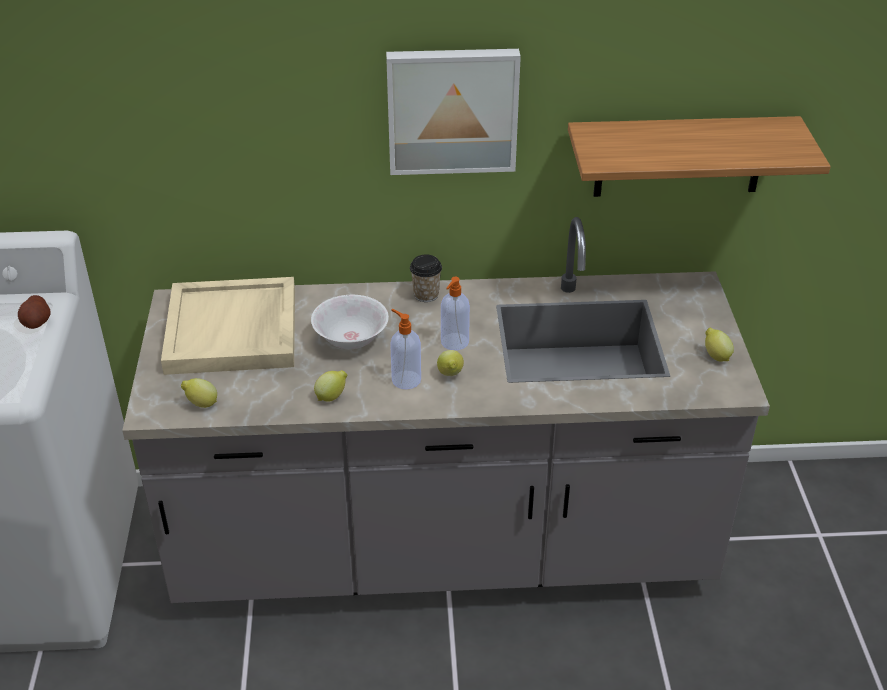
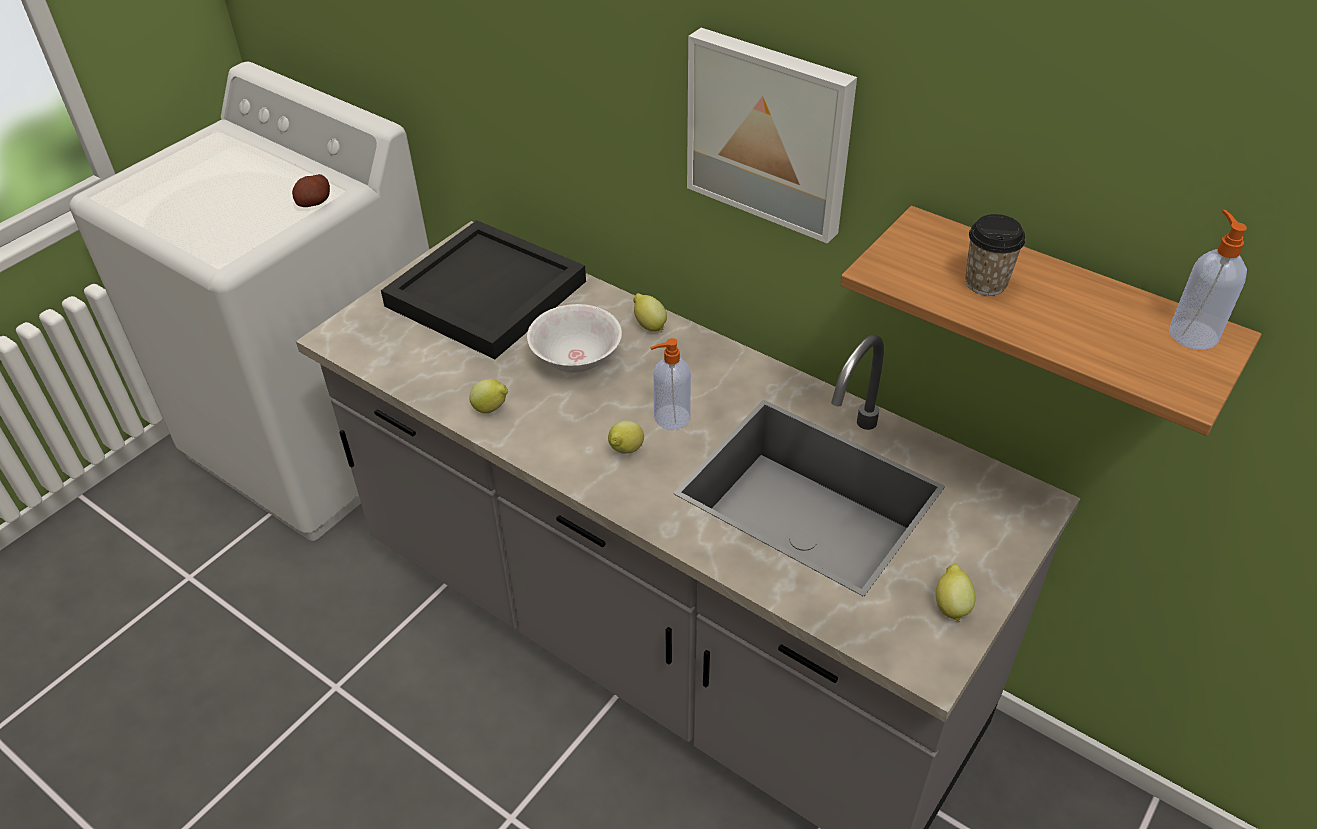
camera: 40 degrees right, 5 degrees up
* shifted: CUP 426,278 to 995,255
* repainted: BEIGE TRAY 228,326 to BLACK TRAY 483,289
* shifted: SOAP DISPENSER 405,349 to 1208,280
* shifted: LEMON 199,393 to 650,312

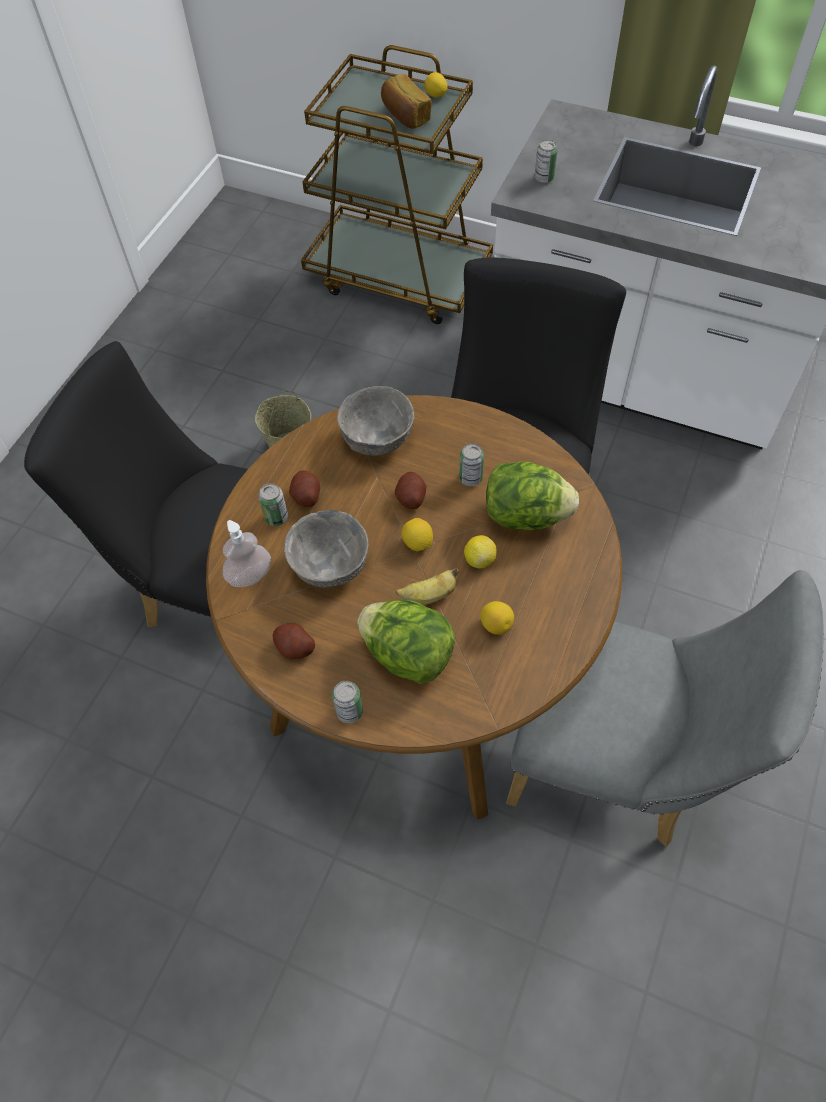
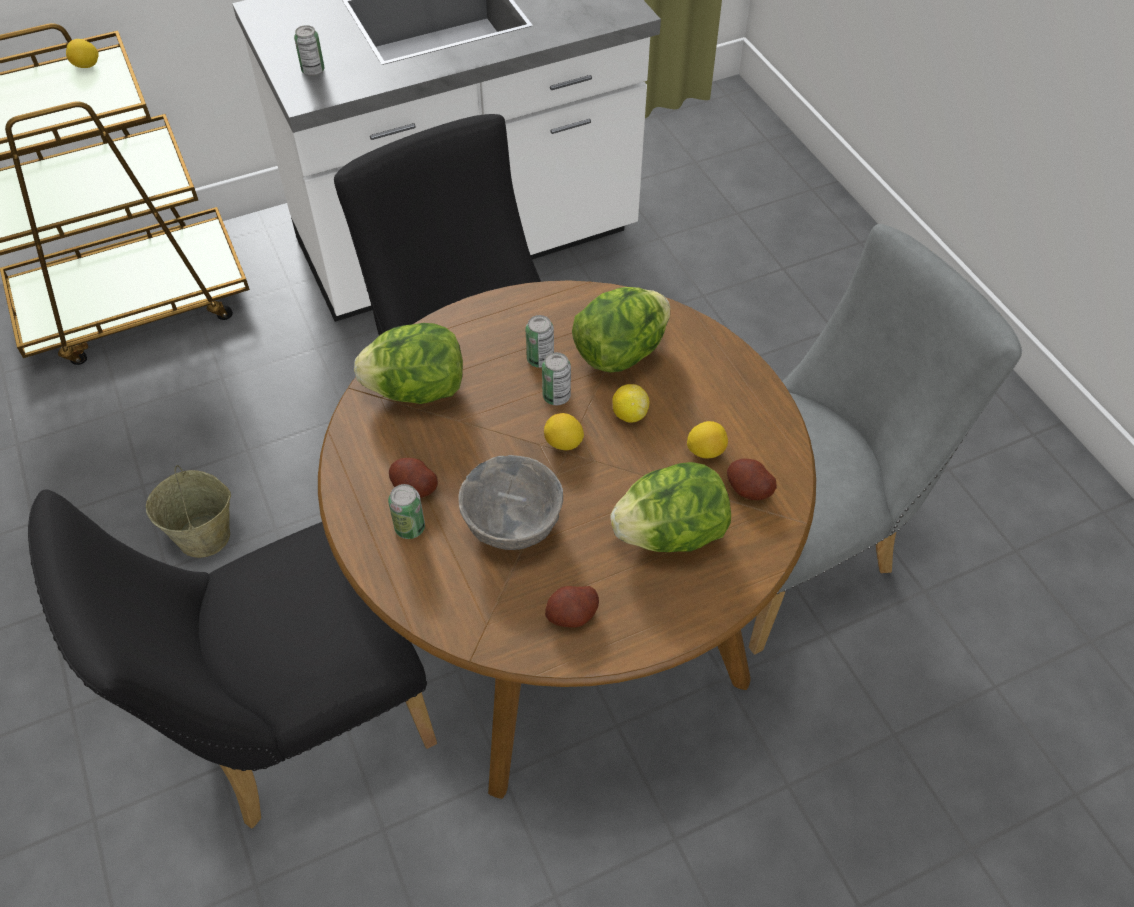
camera: 50 degrees left, 5 degrees down
* gone: BREAD 406,101
* swapped: GREY BOWL 375,421 to LETTUCE 408,363
* shifted: POTATO 410,490 to 752,479
* gone: SOAP DISPENSER 247,553
* gone: BANANA 427,586
* shifted: CAN 347,702 to 556,378

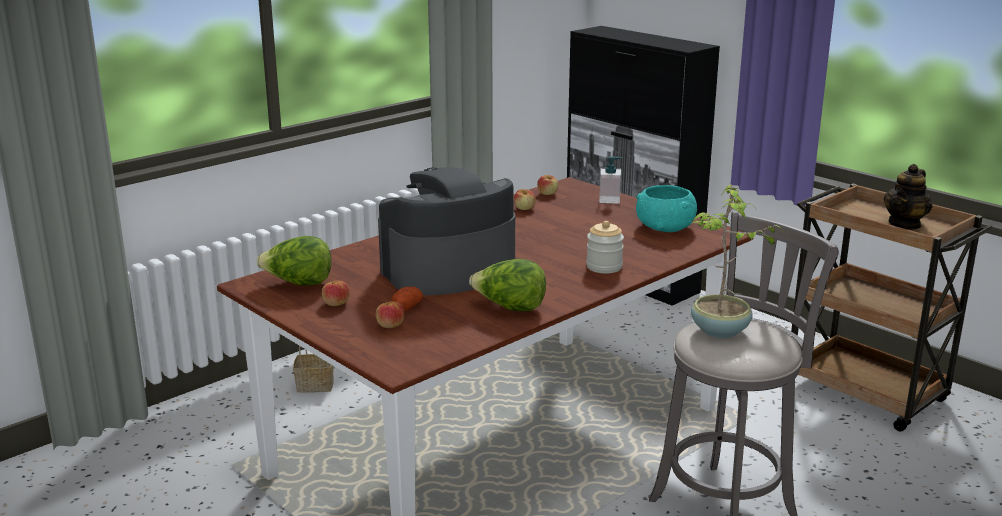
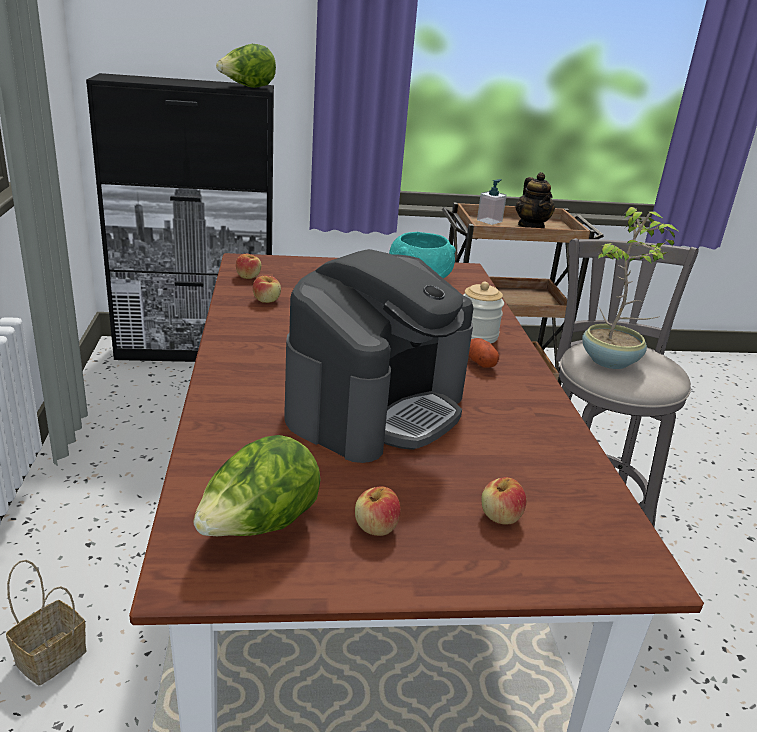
camera: 55 degrees left, 5 degrees up
* shifted: SOAP DISPENSER 610,180 to 492,202
* rotated: COFFEE MACHINE 446,231 = 378,356 150 degrees counterclockwise
* shifted: LETTUCE 507,285 to 246,66
* shifted: POTATO 407,298 to 484,353

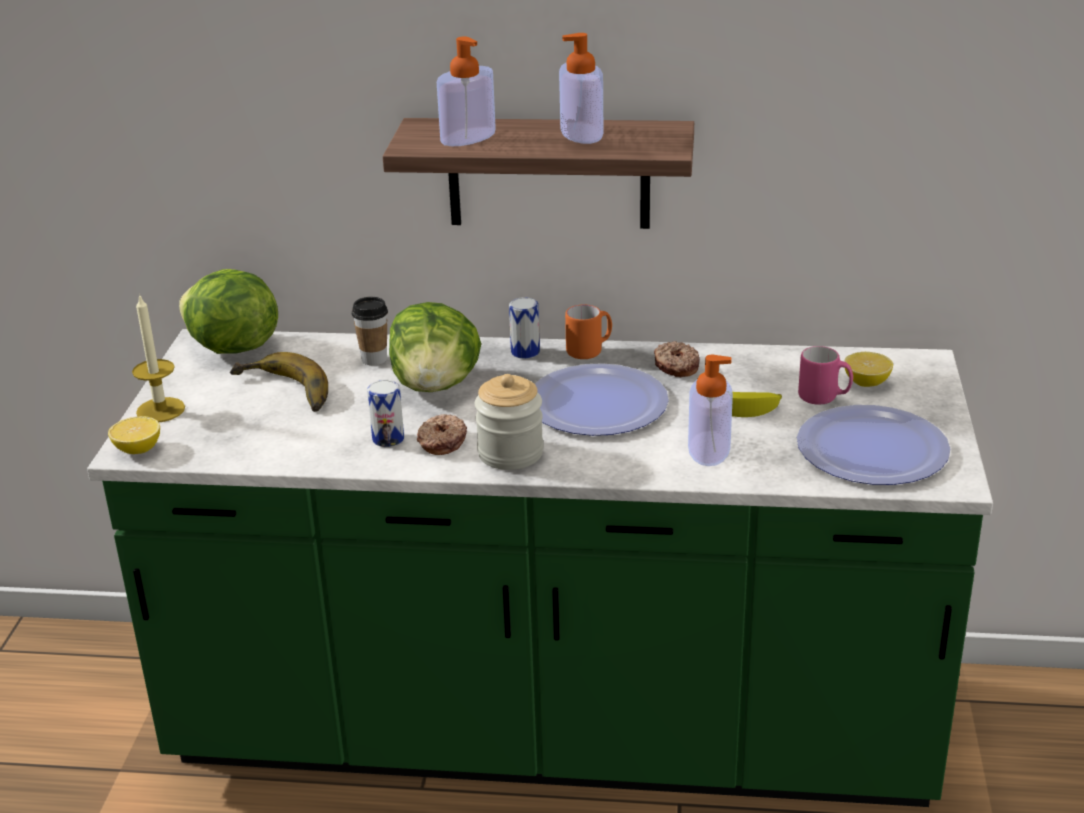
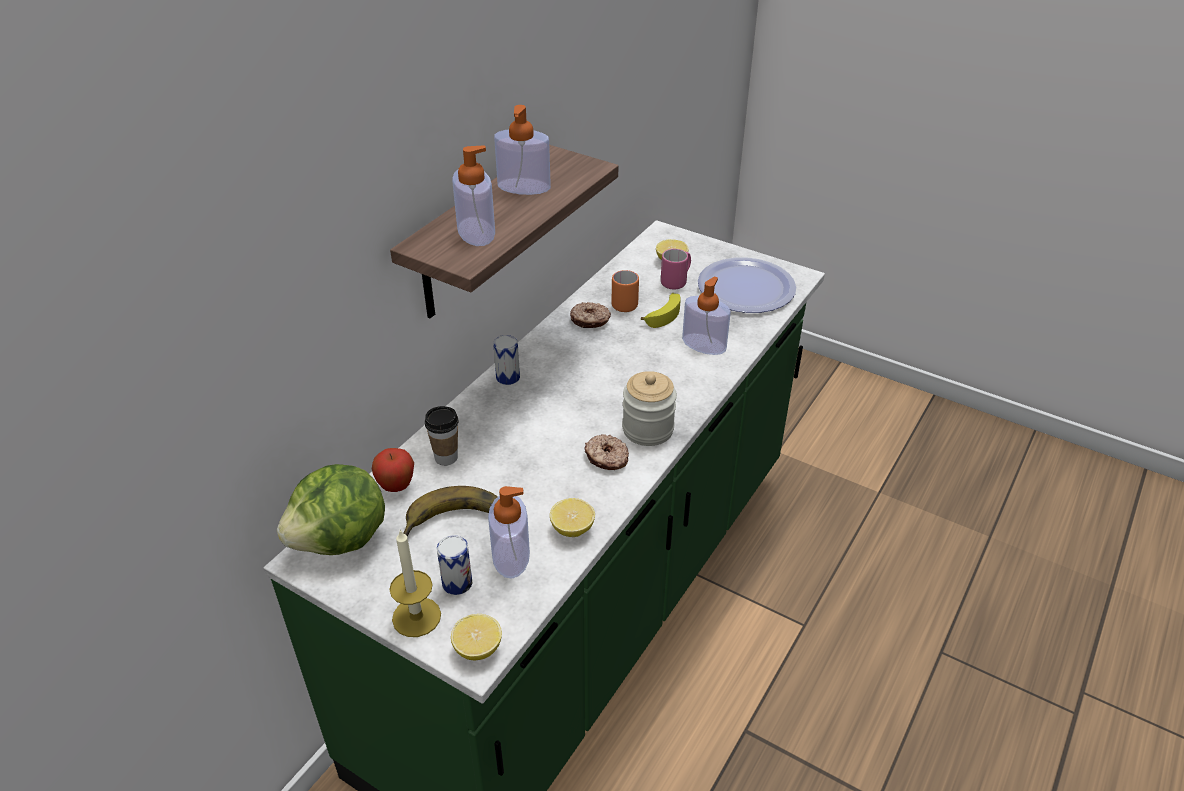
camera: 65 degrees left, 10 degrees up
* gone: LETTUCE 435,347
* shifted: ORANGE MUG 588,332 to 625,291
* gone: PLATE 602,399
* shifted: CAN 385,413 to 454,565
* new: APPLE 393,470
* new: SOAP DISPENSER 509,532
* new: LEMON 572,517

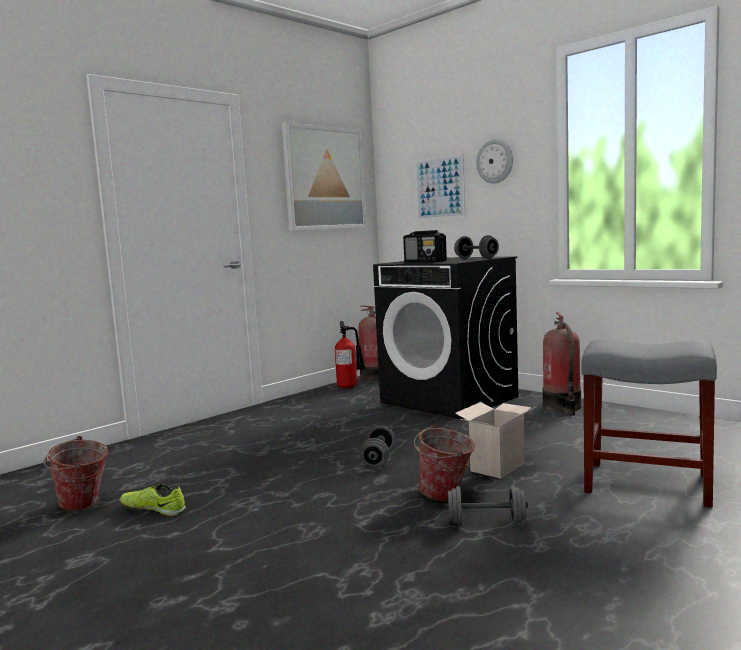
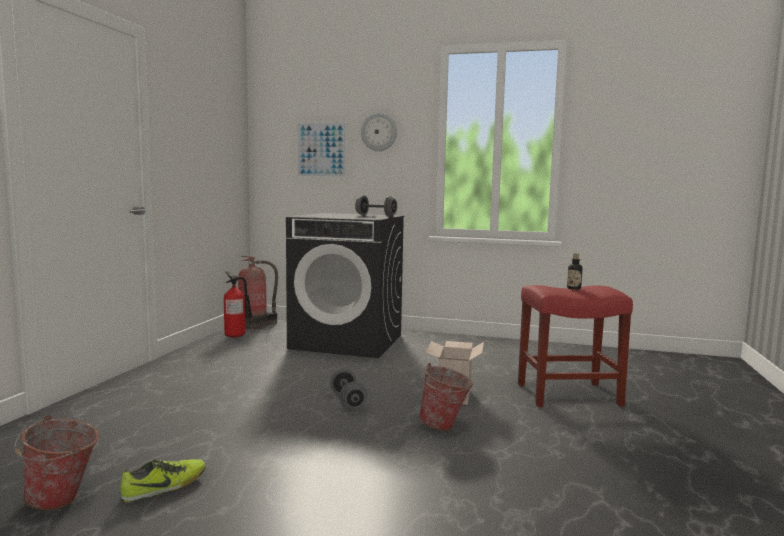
camera: 30 degrees left, 0 degrees up
* gone: PICTURE 324,176
* gone: RADIO 425,246
* gone: FIRE EXTINGUISHER 562,364
* repainted: GREY STOOL 649,423 to RED STOOL 575,346
* rotated: SHOE 153,500 = 163,481 150 degrees clockwise
* gone: GREY DUMBBELL 486,505
* new: BOTTLE 574,272

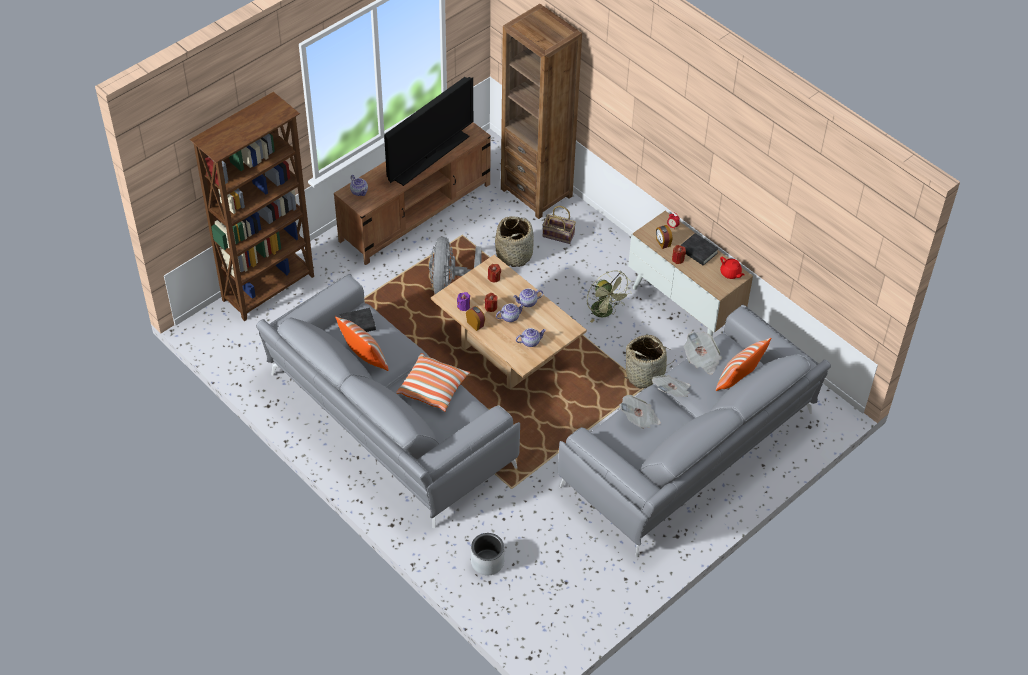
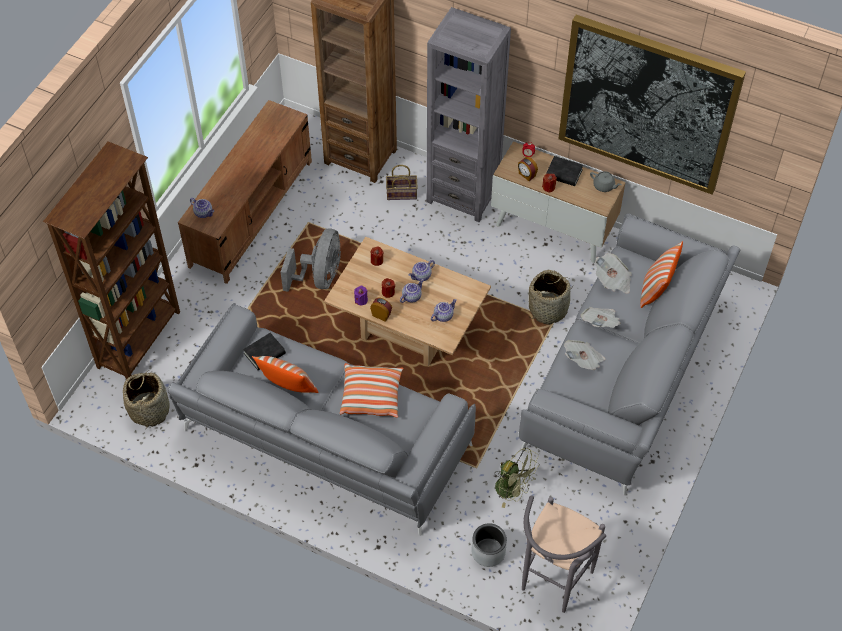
camera: 20 degrees left, 5 degrees up
* gone: TELEVISION 428,131
* shifted: BASKET 514,241 to 146,399
* rotated: GREY FAN 455,265 = 311,260 150 degrees counterclockwise
* repainted: RED TEAPOT 732,268 to GREY TEAPOT 606,181
* shifted: GREEN FAN 609,296 to 517,477
* new: GREY BOOKCASE 469,114
* new: PICTURE 652,104
* new: GREY STOOL 564,554

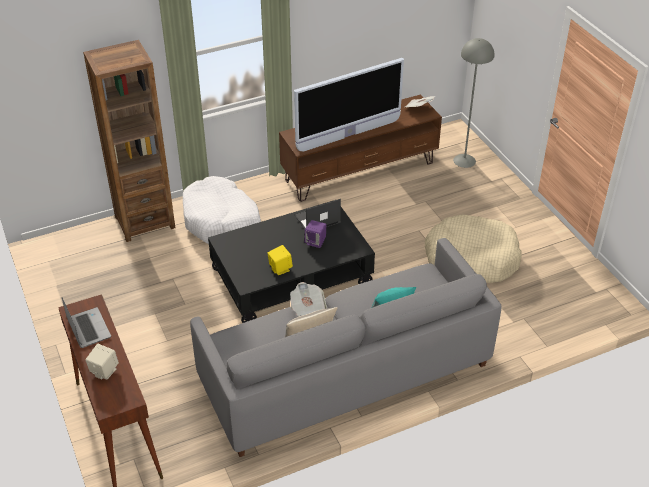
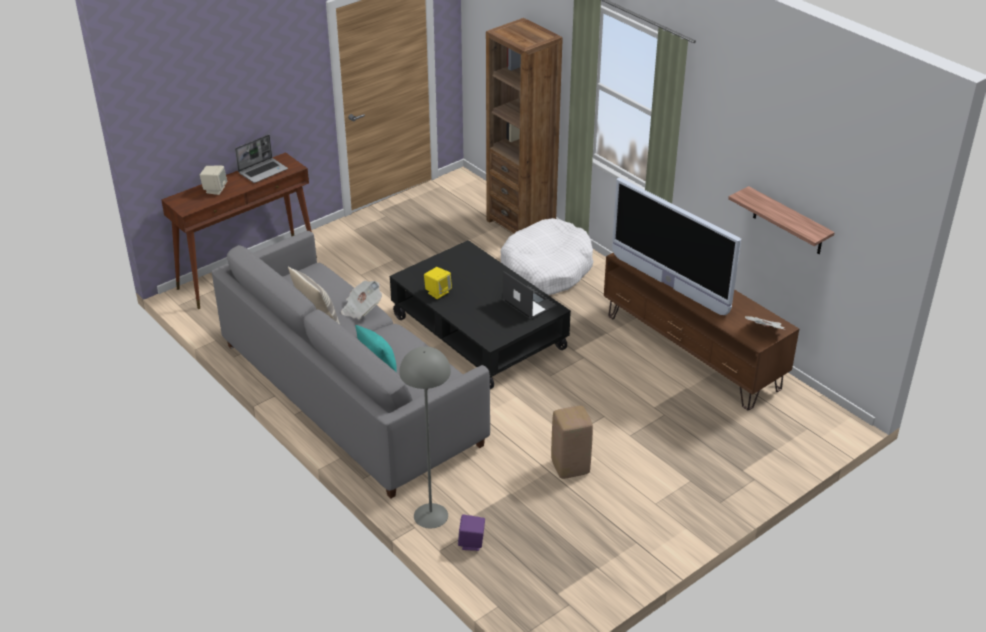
camera: 75 degrees right, 5 degrees down
* shifted: GREY FLOOR LAMP 473,103 to 425,437
* swapped: BEIGE DOG BED 473,248 to BEIGE STOOL 572,442
* shifted: PURPLE SPEAKER 315,234 to 471,533
* new: SHELF 781,220

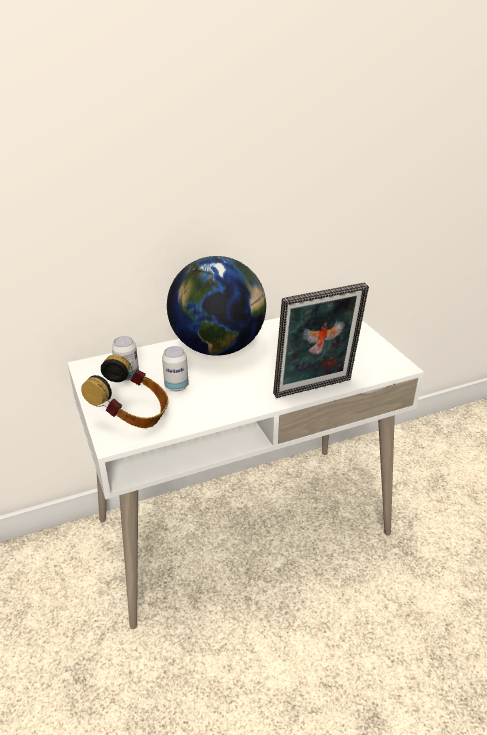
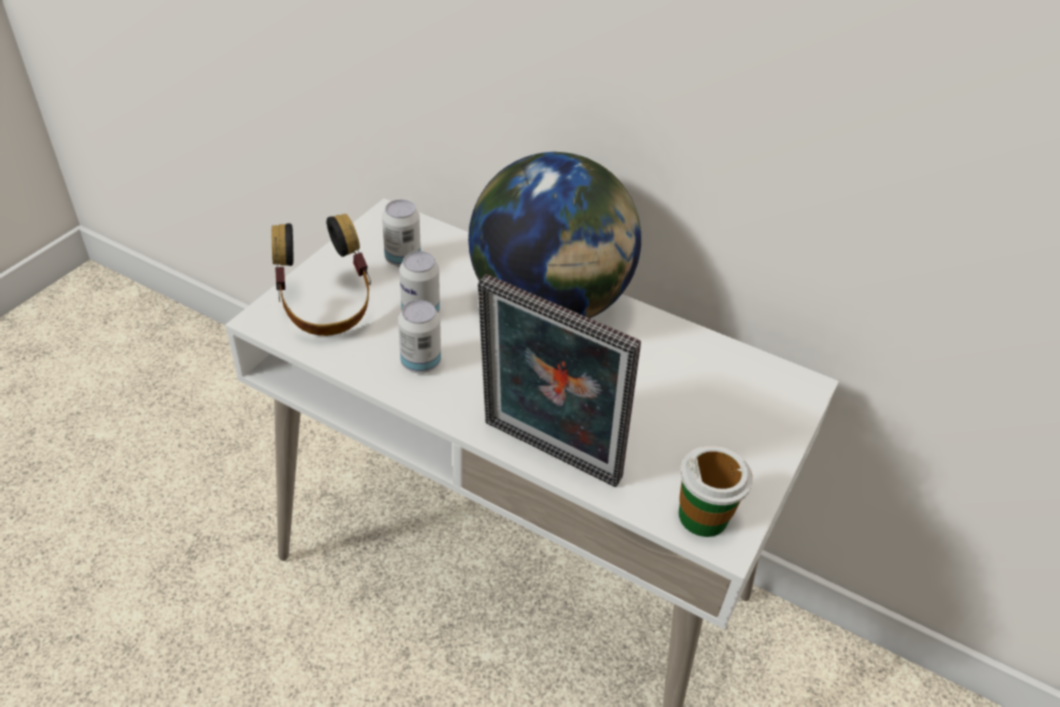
camera: 50 degrees right, 10 degrees up
* new: CAN 419,336
* new: CUP 716,491

